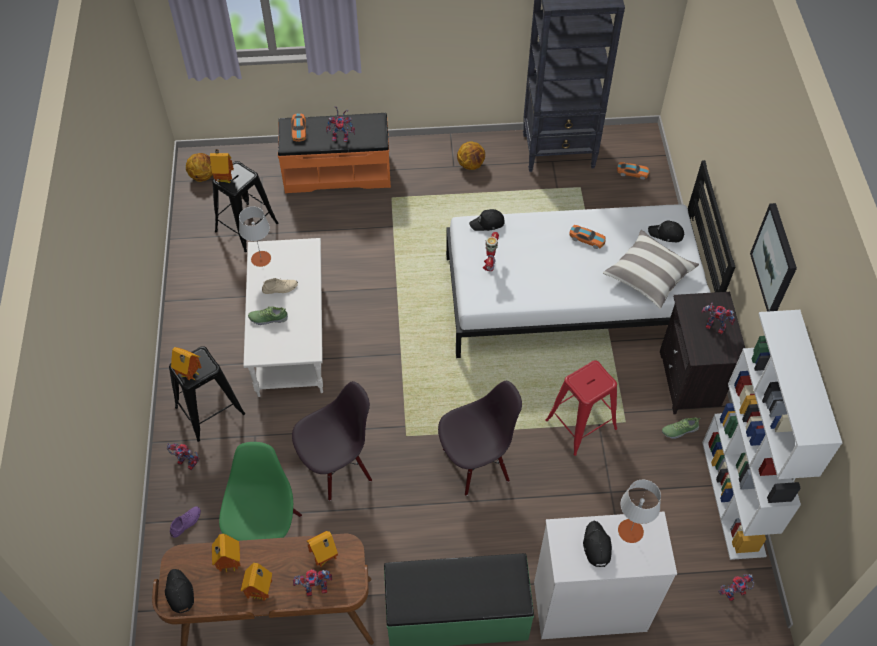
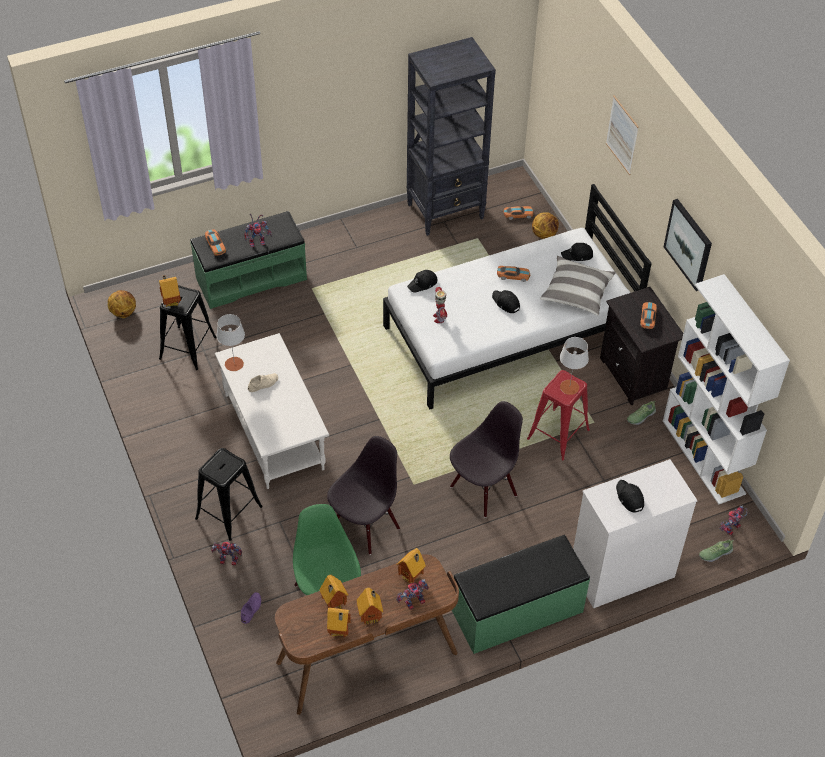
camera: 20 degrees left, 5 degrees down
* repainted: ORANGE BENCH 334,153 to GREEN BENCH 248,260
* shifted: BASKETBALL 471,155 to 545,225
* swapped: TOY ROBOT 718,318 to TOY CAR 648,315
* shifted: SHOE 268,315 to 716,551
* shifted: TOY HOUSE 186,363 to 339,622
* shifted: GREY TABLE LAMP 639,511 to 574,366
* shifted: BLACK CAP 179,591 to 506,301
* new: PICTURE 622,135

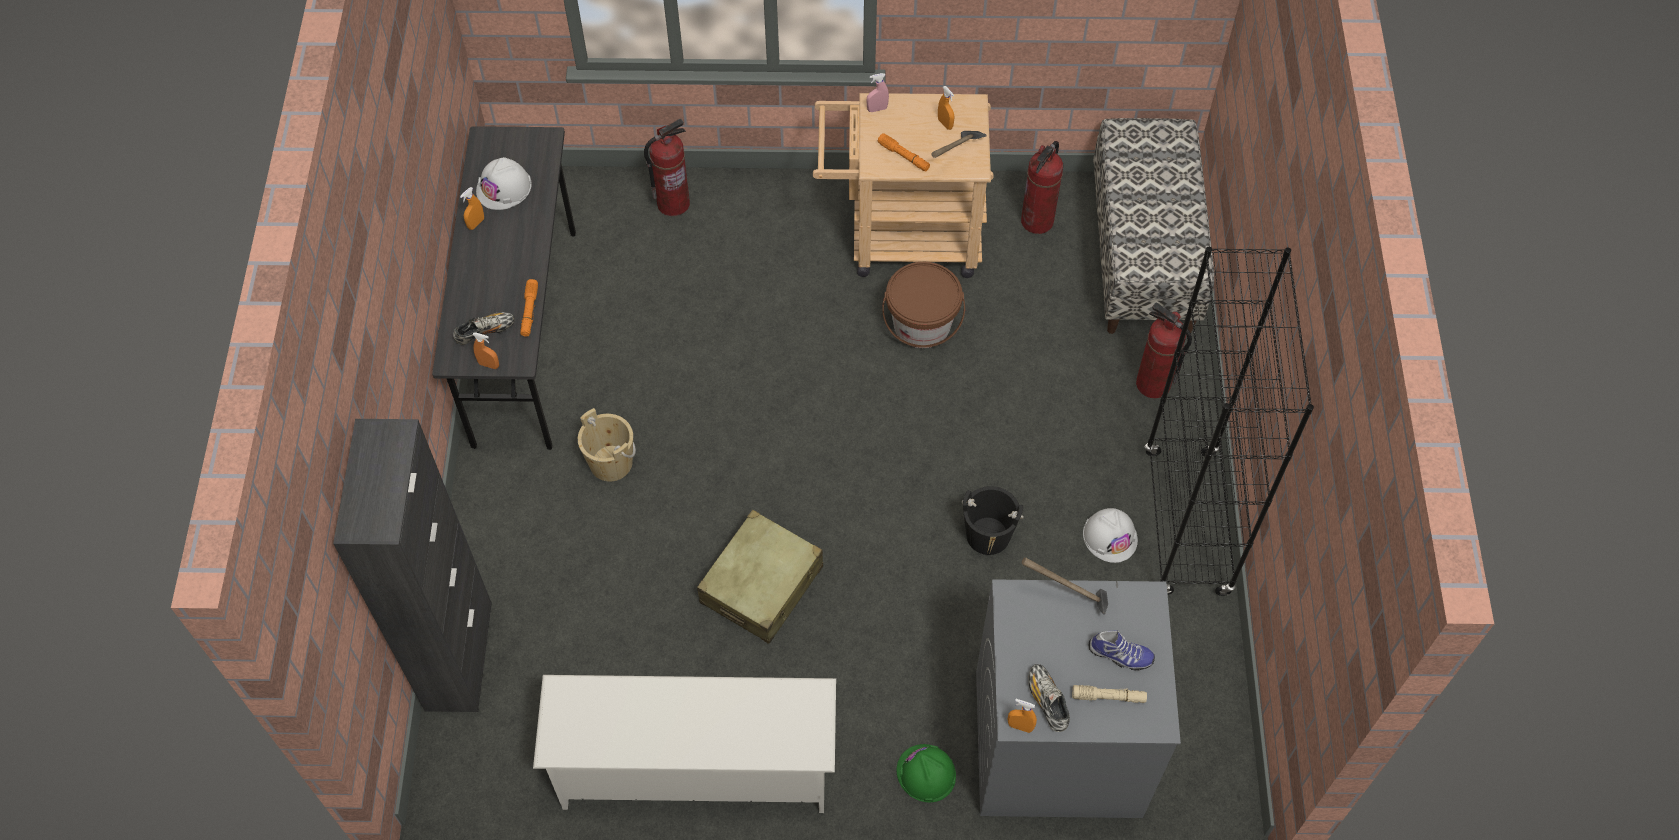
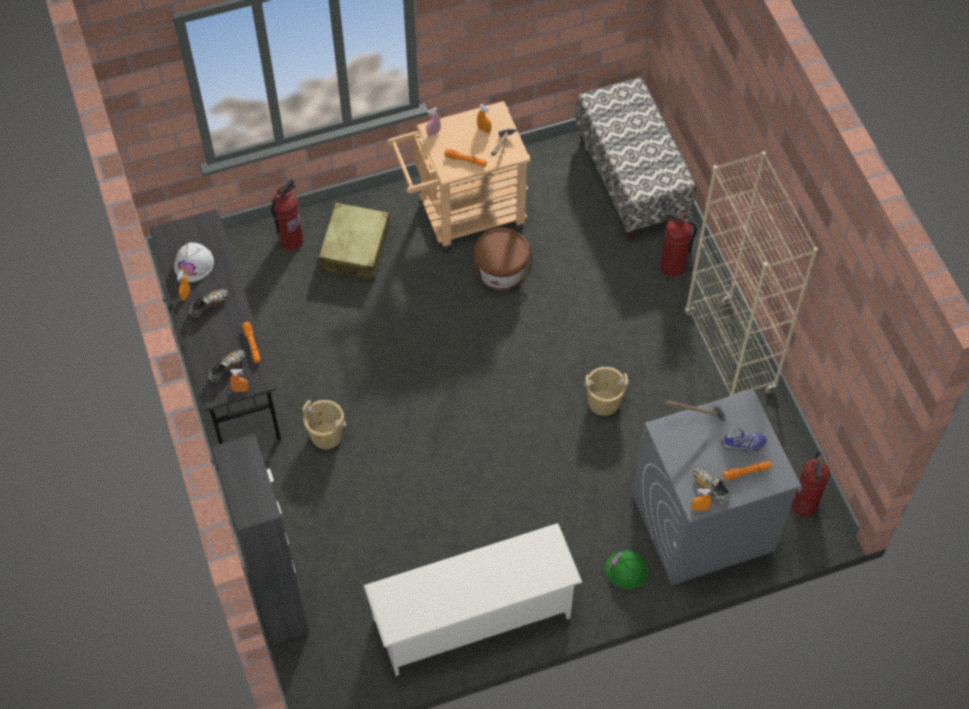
camera: 20 degrees left, 0 degrees up
* shifted: FIRE EXTINGUISHER 1042,187 to 810,483
* repainted: BLACK BOOKCASE 1229,421 to BEIGE BOOKCASE 751,273
* repainted: BLACK BUCKET 993,520 to BEIGE BUCKET 606,391
* gone: WHITE HARD HAT 1110,535
* shifted: BEIGE SUITCASE 760,577 to 354,242
* repainted: BEIGE FLASHLIGHT 1109,694 to ORANGE FLASHLIGHT 747,470
* new: SHOE 208,303

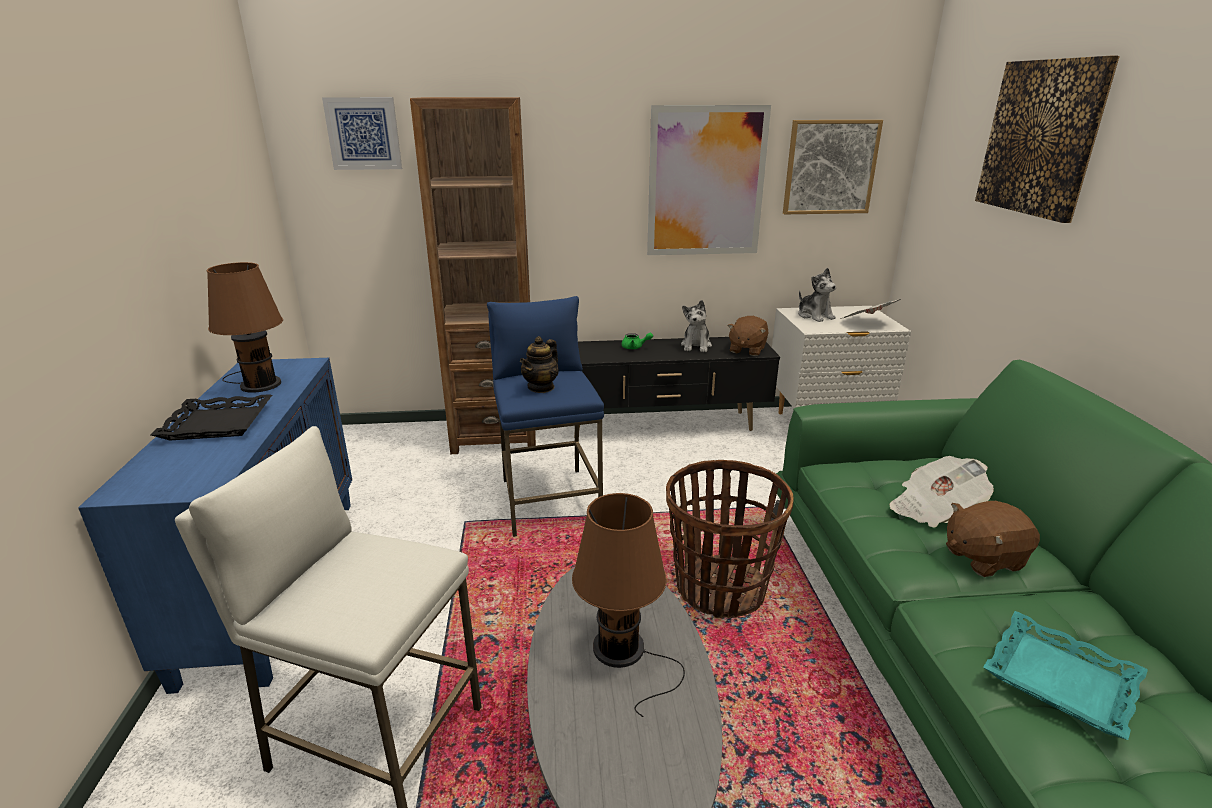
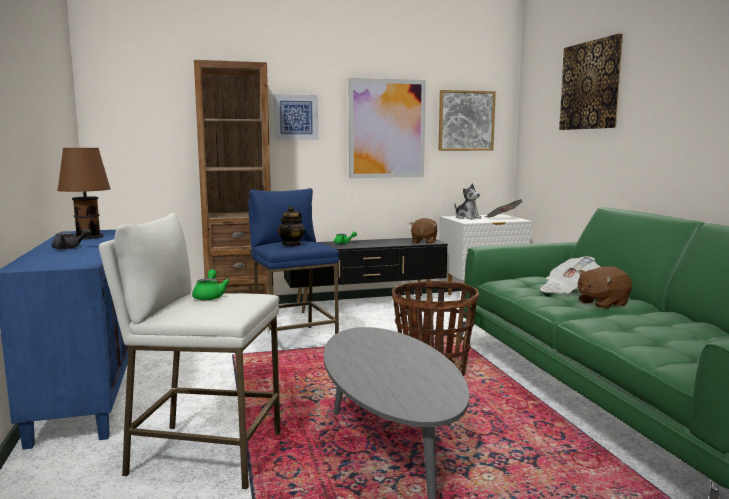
camera: 10 degrees left, 15 degrees down
* shifted: PICTURE 362,133 to 295,117
* gone: PLUSH TOY 696,326
* swapped: BLACK TRAY 211,417 to GREY TEAPOT 71,239
* gone: BROWN TABLE LAMP 628,605
* gone: TURQUOISE TRAY 1065,675
* new: GREEN TEAPOT 211,284

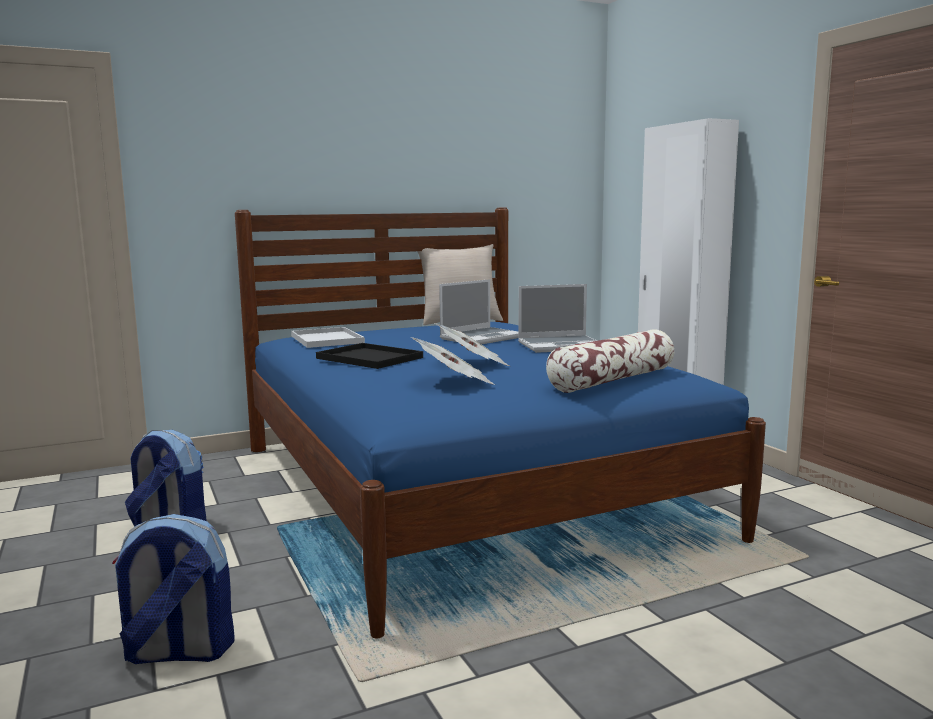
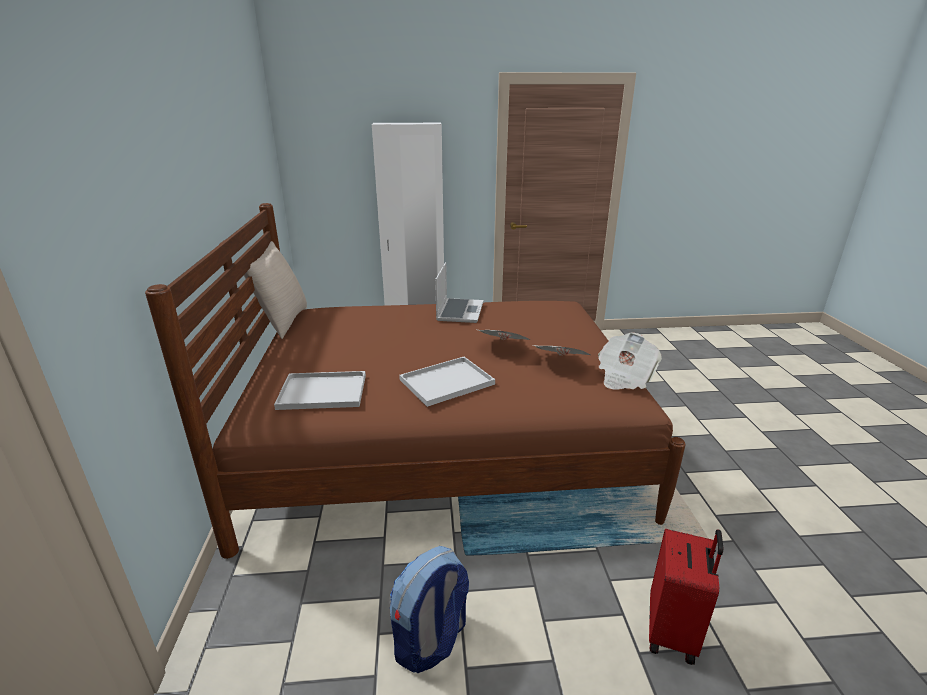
camera: 70 degrees left, 15 degrees up
* repainted: BLUE BED 500,423 to BROWN BED 415,381
* gone: LAPTOP 479,311
* gone: PILLOW 610,361
* repainted: BLACK TRAY 369,356 to WHITE TRAY 447,382
* swapped: BACKPACK 173,589 to RED SUITCASE 686,597
* new: NEWSPAPER 630,360

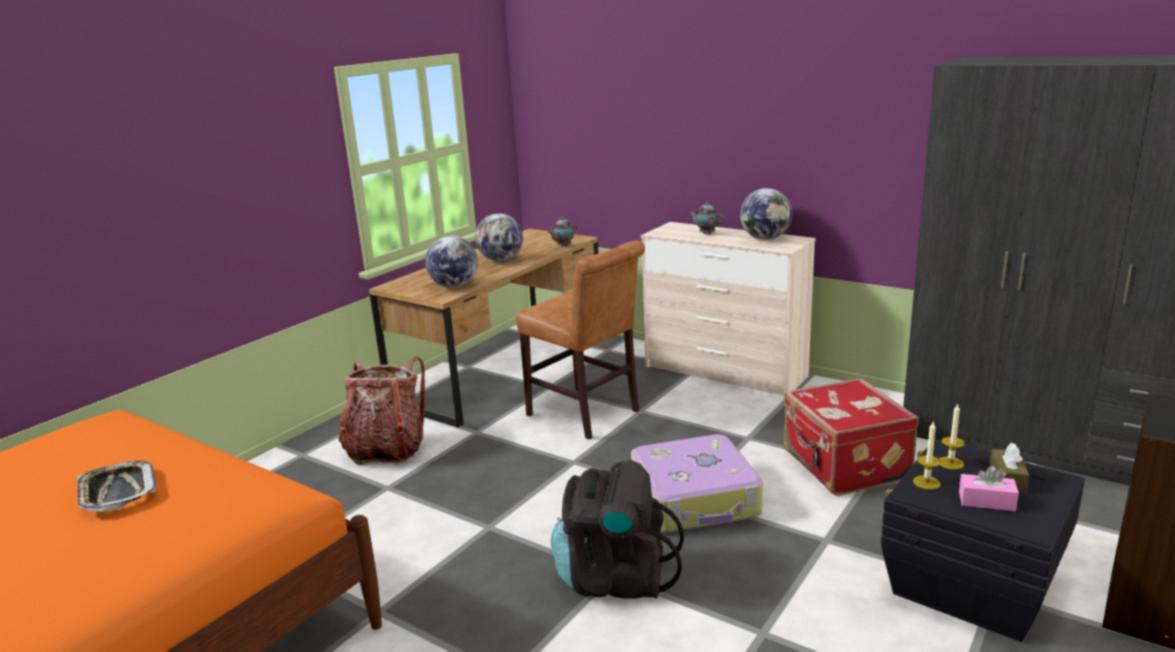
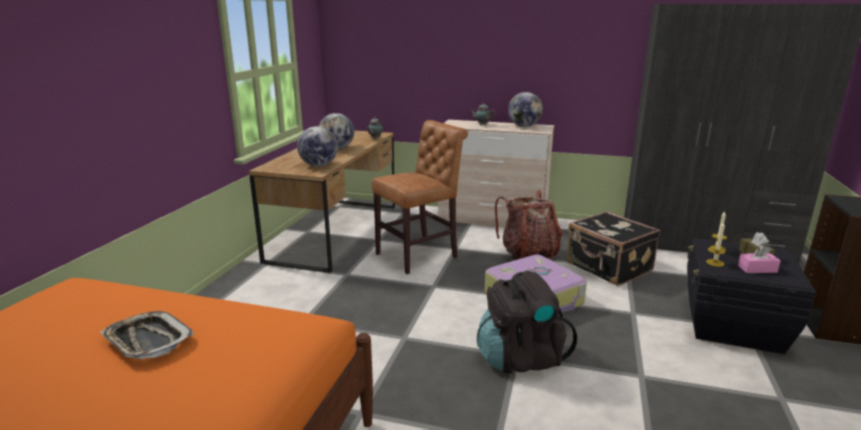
camera: 20 degrees left, 0 degrees up
* rotated: BROWN CHAIR 580,339 = 420,197 60 degrees counterclockwise
* shifted: BACKPACK 382,410 to 528,225
* repainted: RED SUITCASE 851,437 to BLACK SUITCASE 613,248

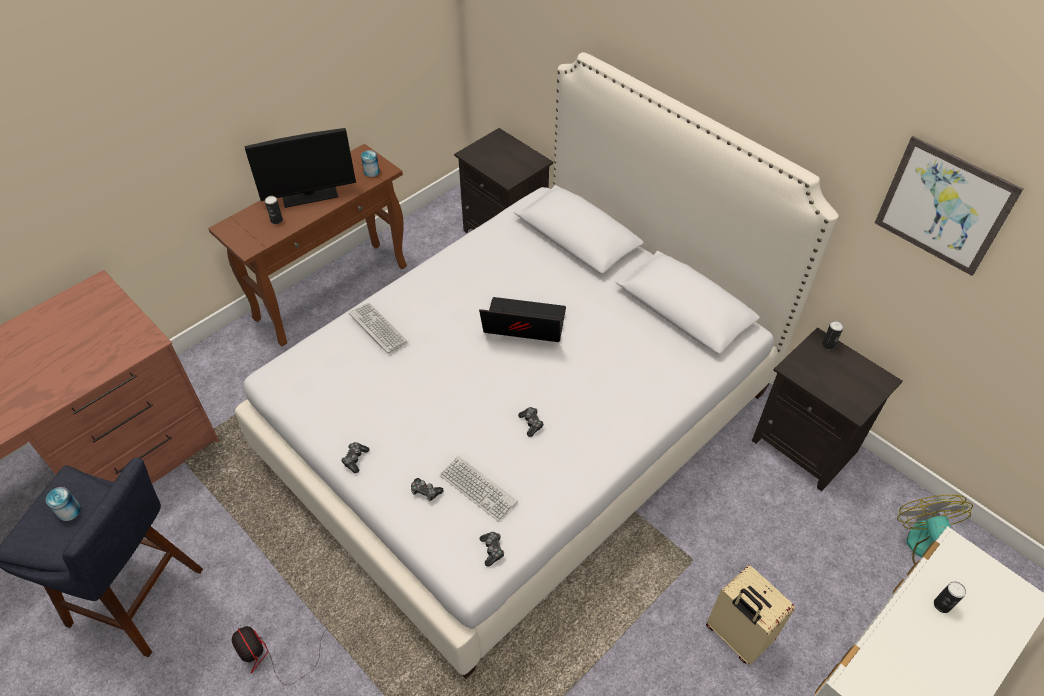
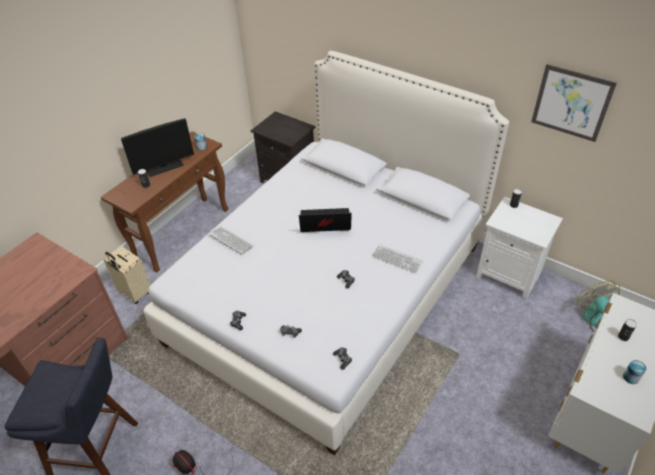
camera: 10 degrees left, 5 degrees down
* repainted: BLACK NIGHTSTAND 827,409 to WHITE NIGHTSTAND 519,248
* shifted: KEYBOARD 479,488 to 397,258
* shifted: CAN 63,504 to 634,372
* shifted: BEIGE SUITCASE 750,615 to 127,275

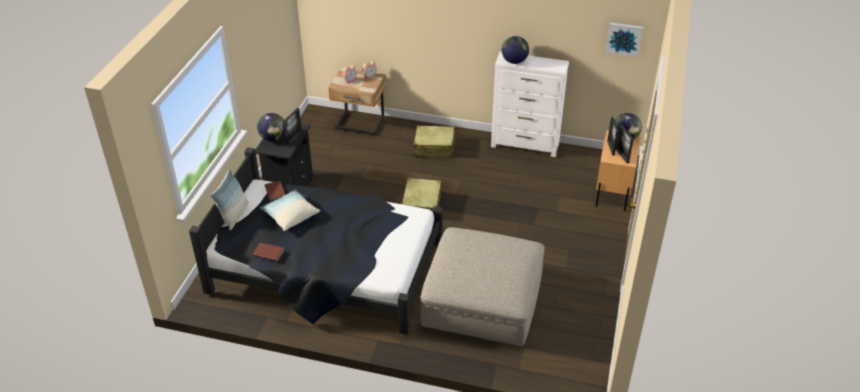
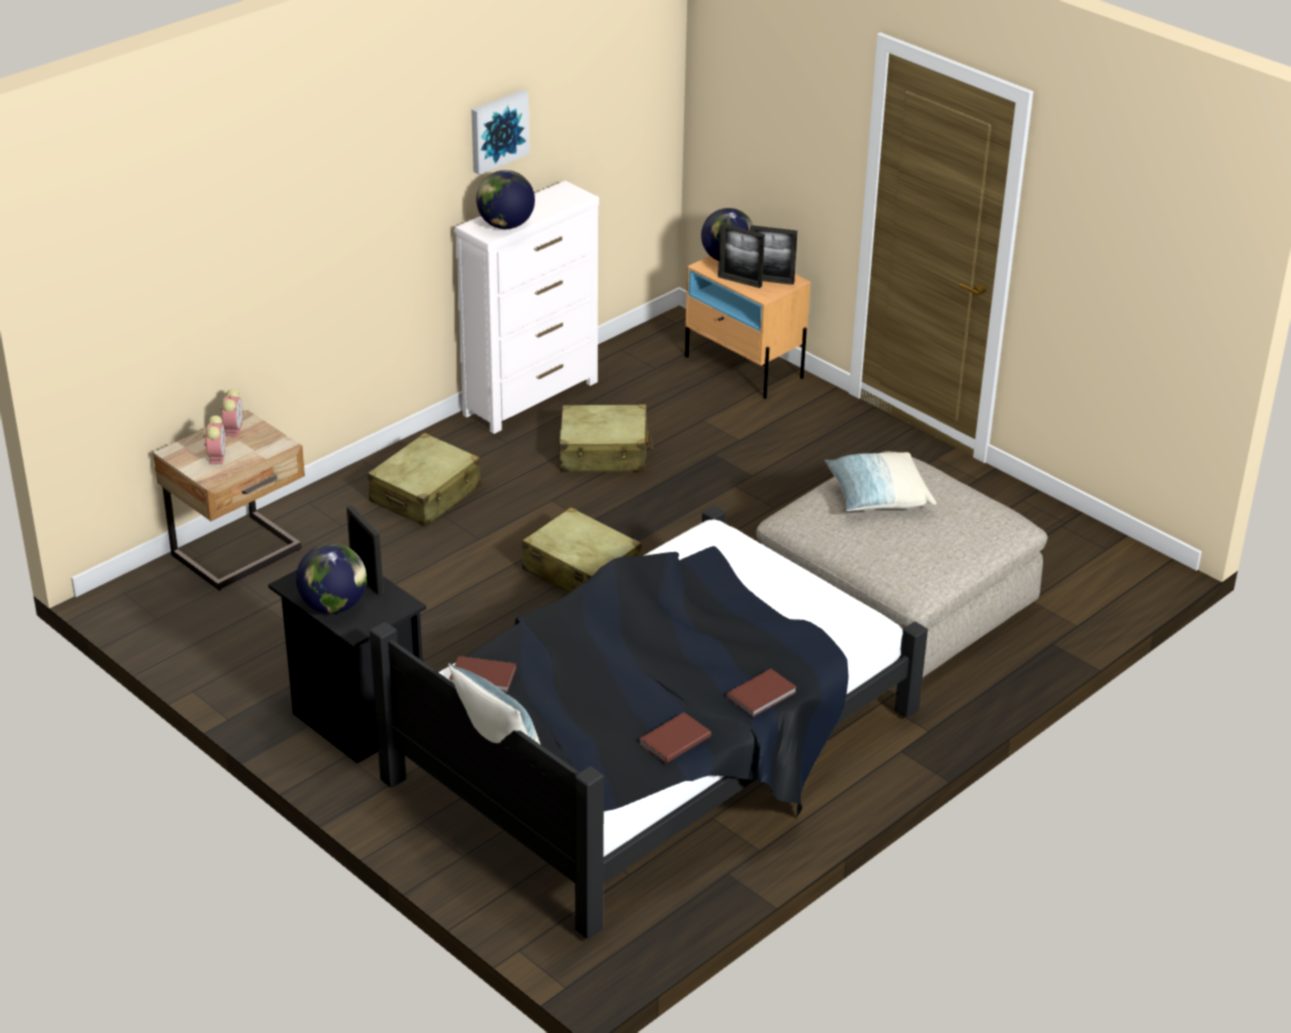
camera: 60 degrees left, 5 degrees down
* shifted: PICTURE 624,39 to 500,132
* shifted: PILLOW 290,210 to 880,481
* new: BEIGE SUITCASE 606,438
* new: BROWN BOOK 761,693

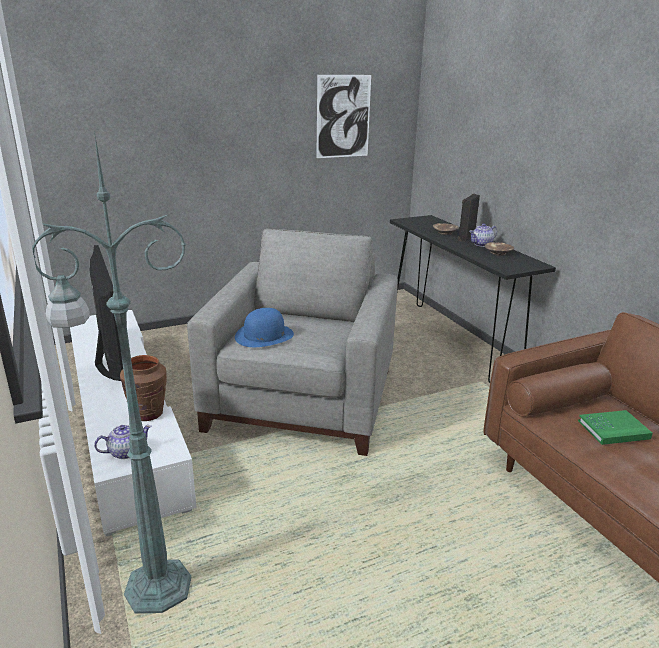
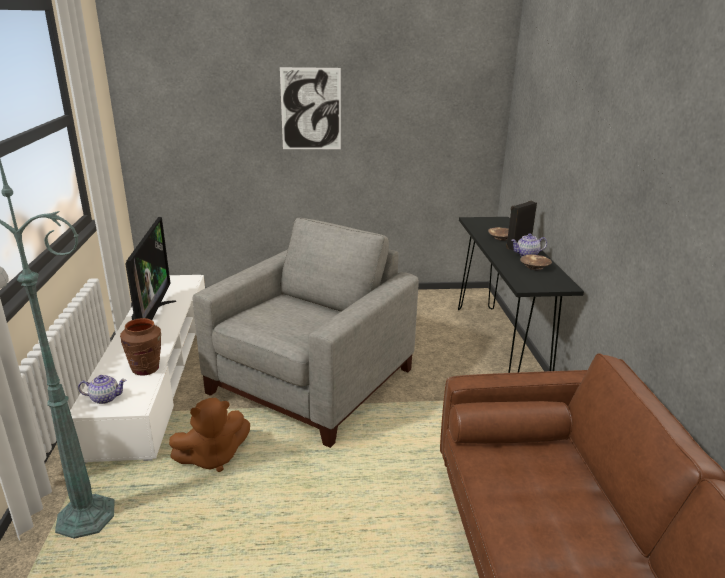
camera: 20 degrees right, 0 degrees up
* shifted: PICTURE 343,116 to 310,108
* gone: BLUE HAT 264,327
* gone: GREEN BOOK 615,427
* new: BROWN PLUSH TOY 209,435

